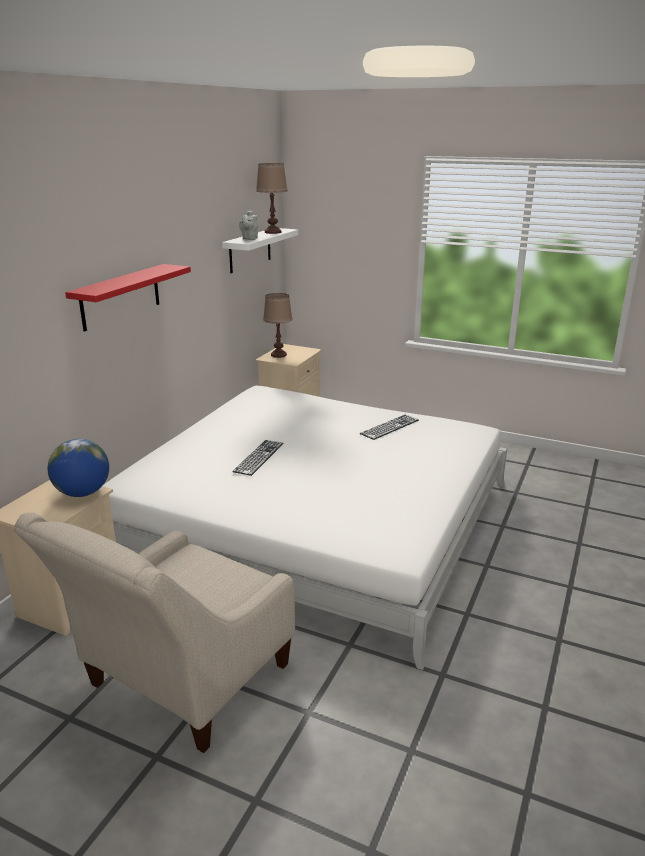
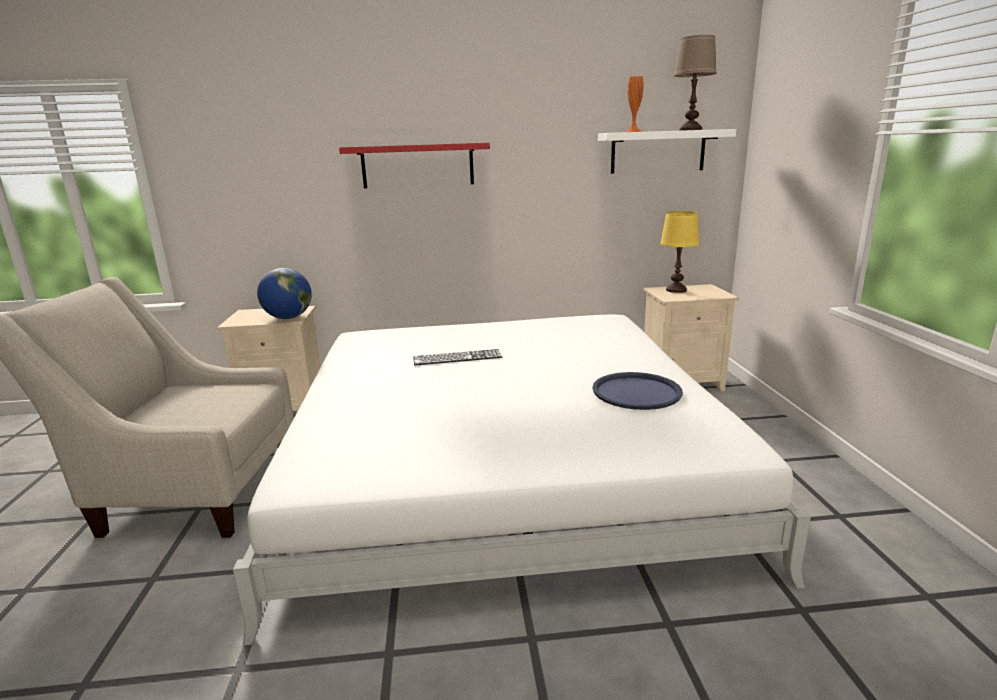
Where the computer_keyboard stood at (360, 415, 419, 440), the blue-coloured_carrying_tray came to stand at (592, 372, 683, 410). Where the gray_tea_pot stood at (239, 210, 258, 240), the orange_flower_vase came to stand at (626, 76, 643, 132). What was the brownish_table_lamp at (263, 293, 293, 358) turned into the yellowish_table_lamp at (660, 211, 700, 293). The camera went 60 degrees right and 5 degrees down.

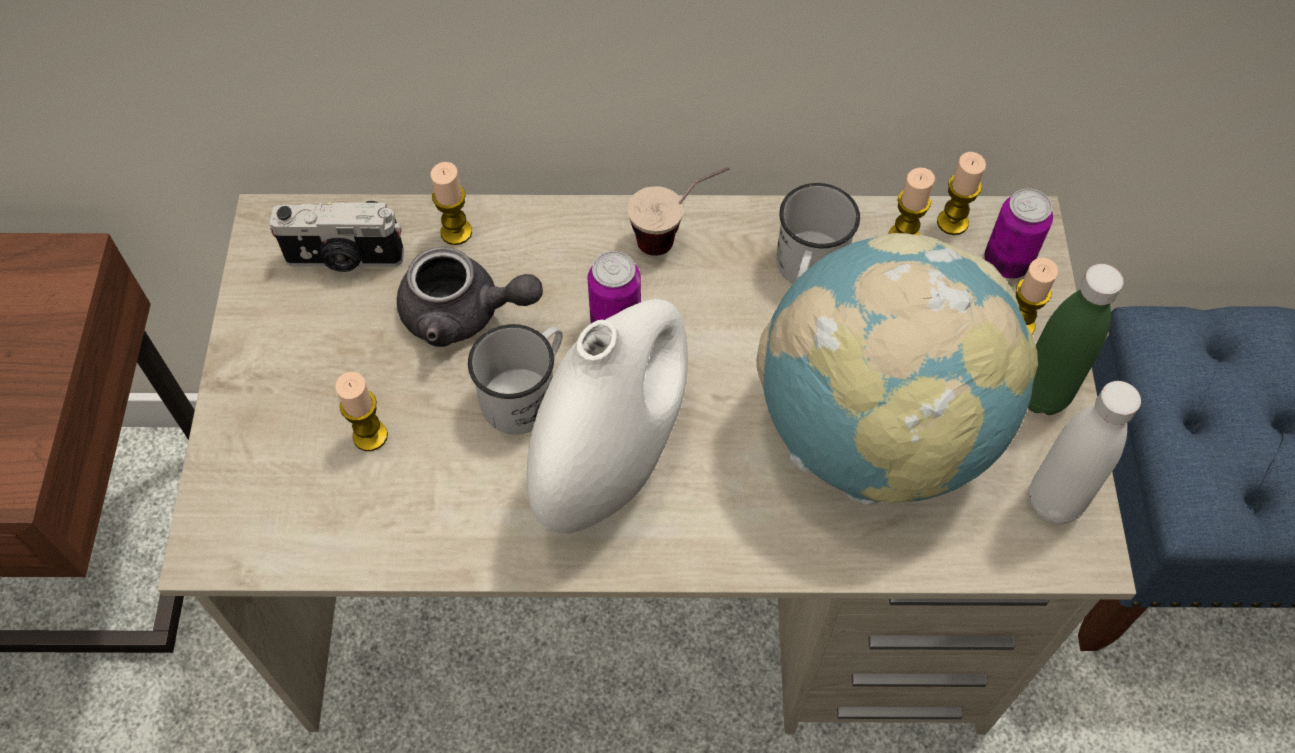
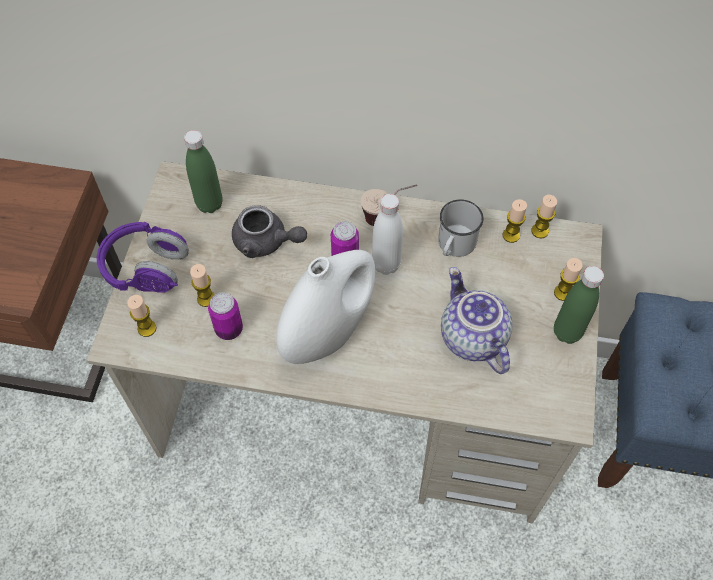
The second view gained the purplish_headphones at (97, 222, 189, 293). The candle ended up elsewhere, having gone from (430, 162, 472, 245) to (127, 295, 157, 337). Where the still_camera stood at (270, 200, 404, 272), the greenish_bottle came to stand at (184, 130, 223, 213). The sealed_can ended up elsewhere, having gone from (985, 189, 1053, 279) to (208, 292, 243, 340). The whitish_bottle ended up elsewhere, having gone from (1028, 381, 1141, 525) to (372, 194, 403, 275). Where the desk_globe stood at (756, 233, 1038, 505), the tea_pot came to stand at (441, 267, 513, 374). The second view lost the whitish_tea_mug at (468, 324, 563, 434). The camera went 10 degrees right and 0 degrees up.

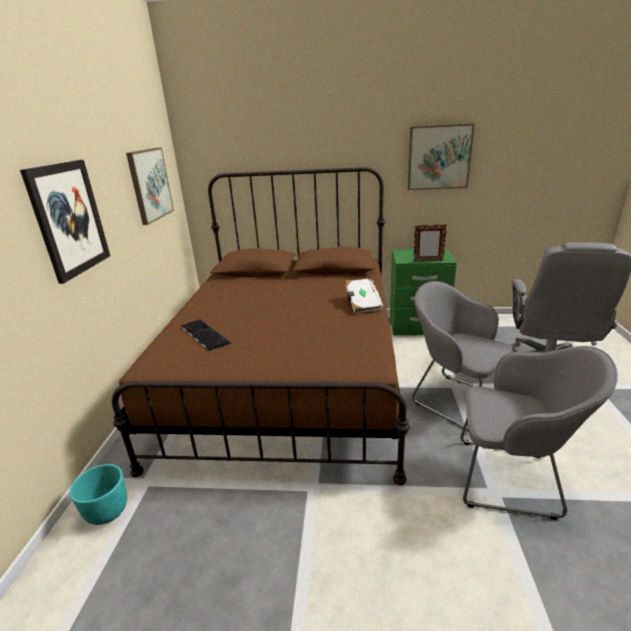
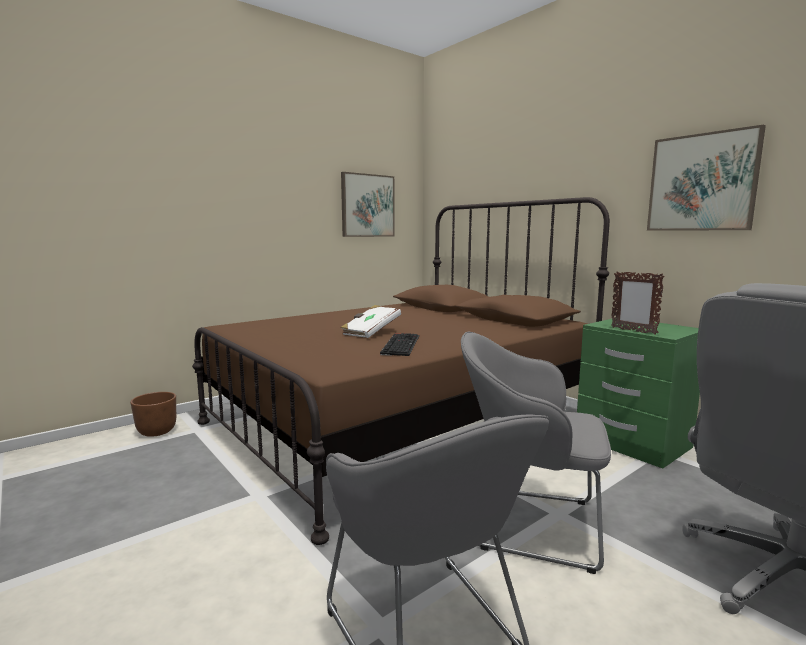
What was the turquoise-coloured_flower_pot at (69, 464, 127, 525) turned into the brownish_flower_pot at (130, 392, 176, 437). The whitish_bound_book ended up elsewhere, having gone from (345, 278, 384, 314) to (341, 305, 401, 338). The computer_keyboard ended up elsewhere, having gone from (181, 319, 231, 352) to (380, 333, 419, 356). The gray_easy_chair at (412, 281, 512, 431) ended up facing another way, 75 degrees counterclockwise from before. The second view lost the picture at (20, 160, 110, 284). The camera went 45 degrees right and 15 degrees down.

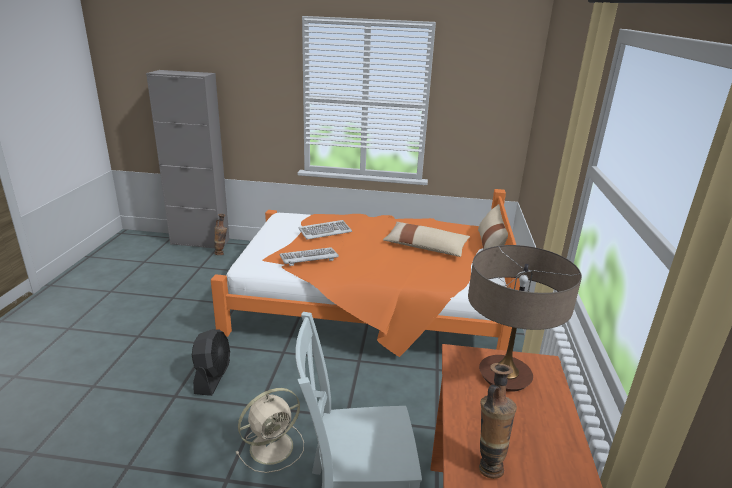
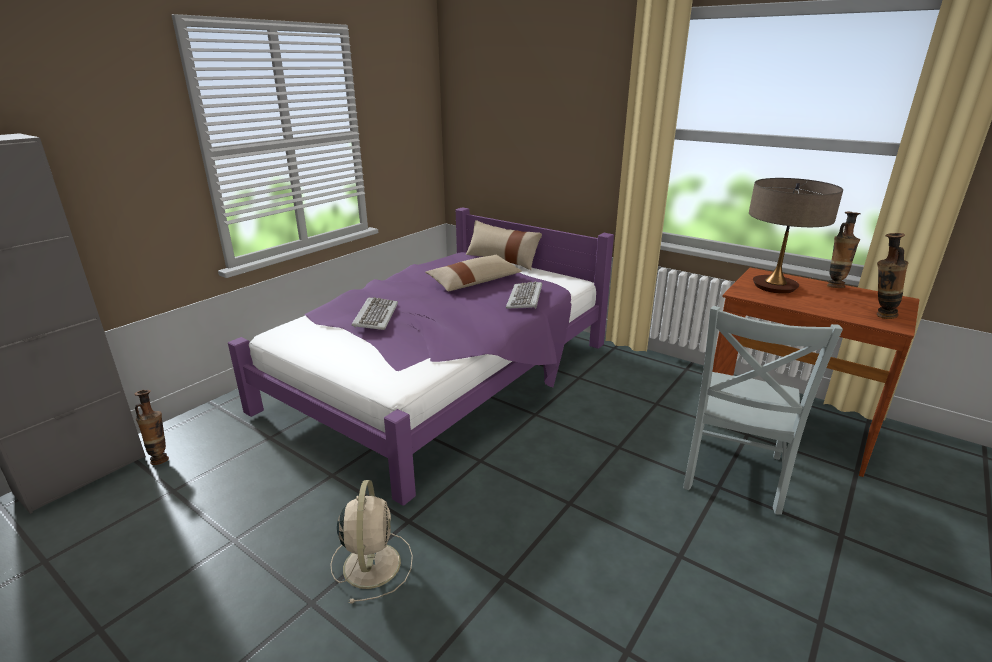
What was the orange_bedroom_bed at (211, 189, 520, 357) turned into the purplish_bedroom_bed at (228, 207, 614, 506). The beige_electric_fan ended up elsewhere, having gone from (235, 388, 304, 473) to (330, 480, 413, 604). The computer_keyboard ended up elsewhere, having gone from (280, 247, 339, 266) to (506, 281, 542, 309). The second view gained the flower_vase at (827, 212, 861, 288). The second view lost the black_electric_fan at (192, 329, 230, 396). The camera went 60 degrees left and 0 degrees up.

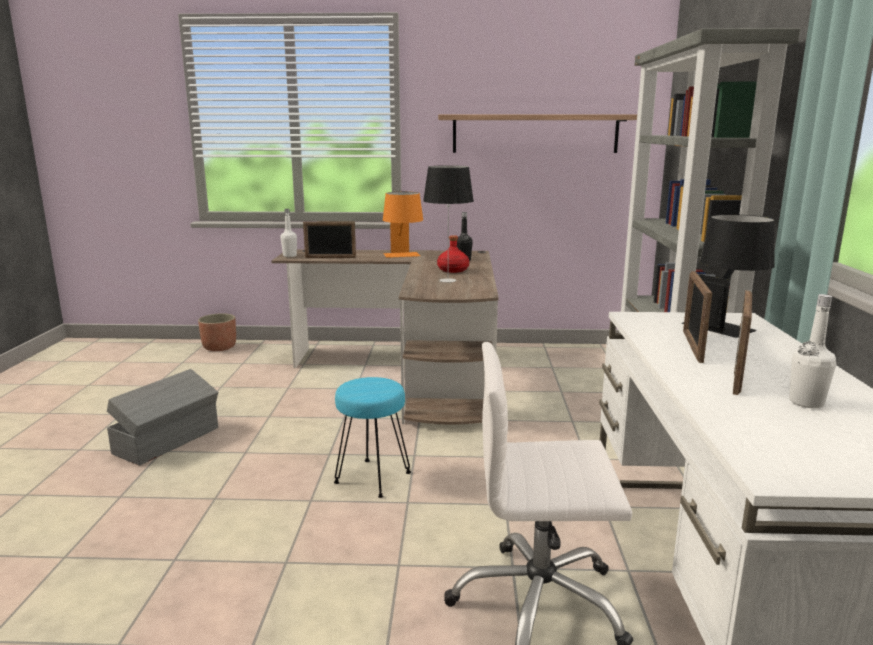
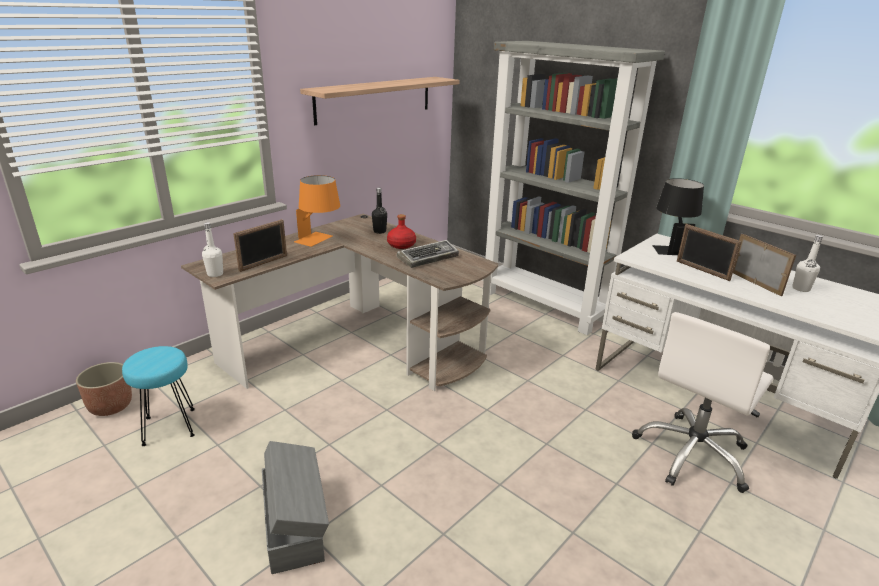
The turquoise-coloured_sitting_stool ended up elsewhere, having gone from (334, 377, 411, 498) to (122, 346, 195, 446). Where the table_lamp stood at (423, 165, 474, 282), the computer_keyboard came to stand at (397, 240, 459, 268). The camera went 50 degrees left and 10 degrees up.

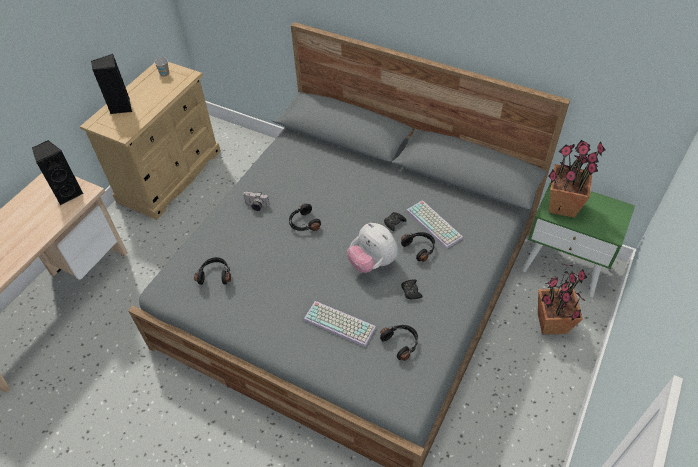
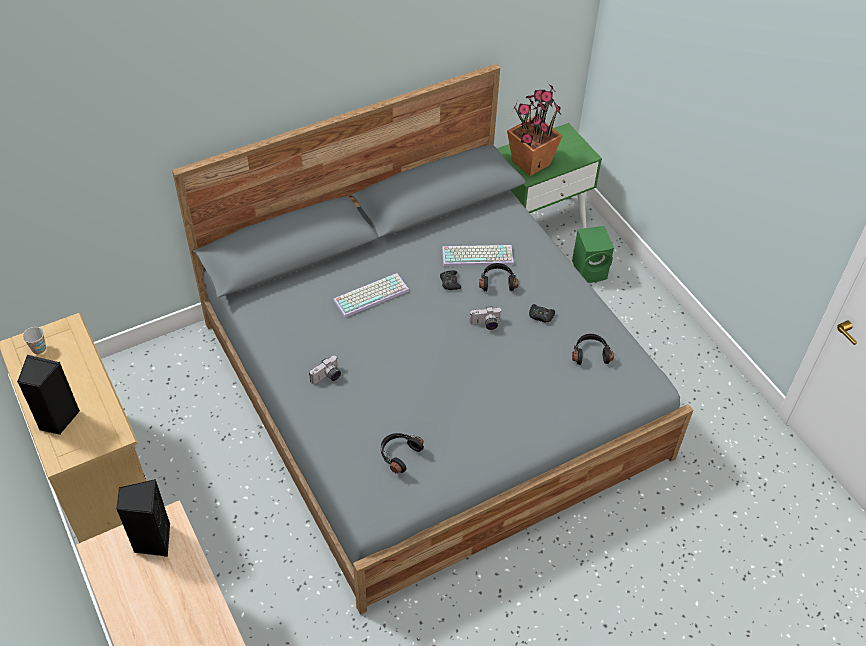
The computer_keyboard ended up elsewhere, having gone from (304, 301, 376, 347) to (333, 273, 409, 318). Where the plush_toy stood at (347, 223, 398, 273), the still_camera came to stand at (470, 306, 502, 330). Where the plant_in_a_pot stood at (538, 263, 587, 334), the greenish_loudspeaker came to stand at (572, 226, 614, 283). The second view lost the black_headphones at (289, 203, 321, 231). The camera went 60 degrees left and 0 degrees up.

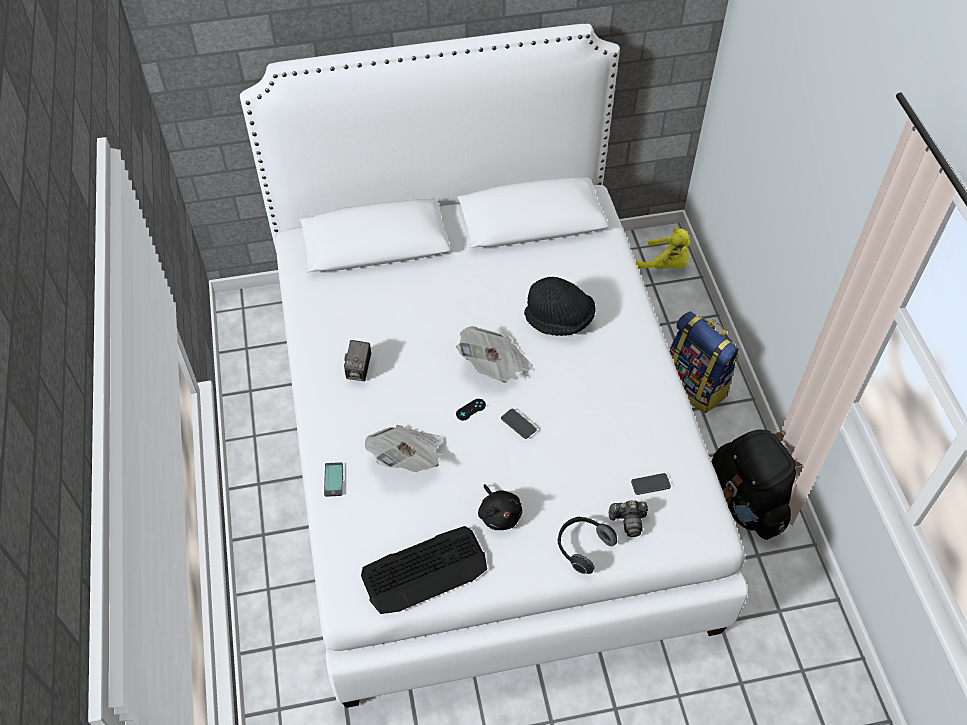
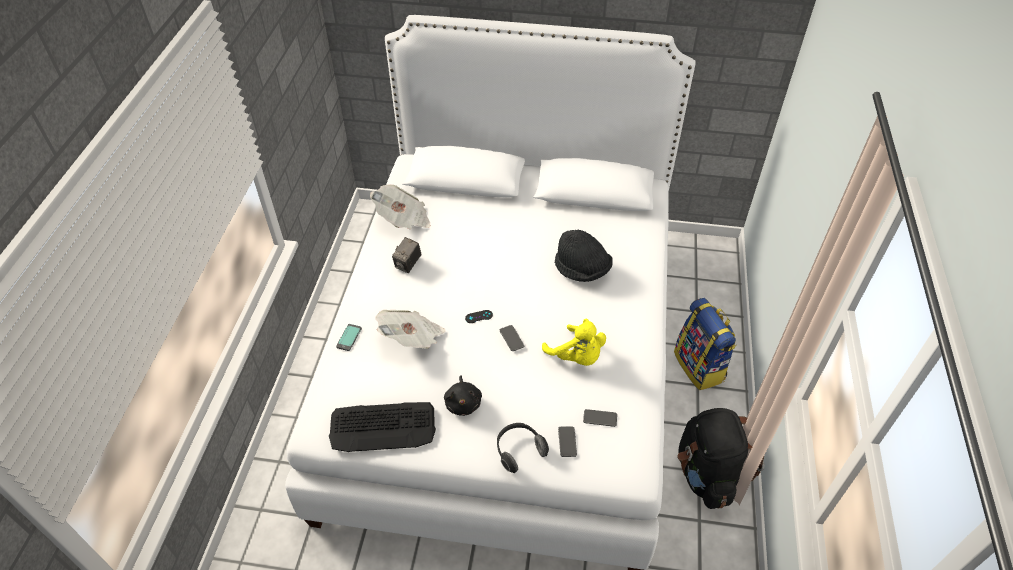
The newspaper ended up elsewhere, having gone from (456, 326, 533, 383) to (370, 185, 431, 229). The yellowish_plush_toy ended up elsewhere, having gone from (636, 227, 691, 269) to (542, 319, 606, 366). Where the still_camera stood at (609, 500, 648, 537), the handset came to stand at (558, 426, 577, 457). The camera went 20 degrees right and 5 degrees down.

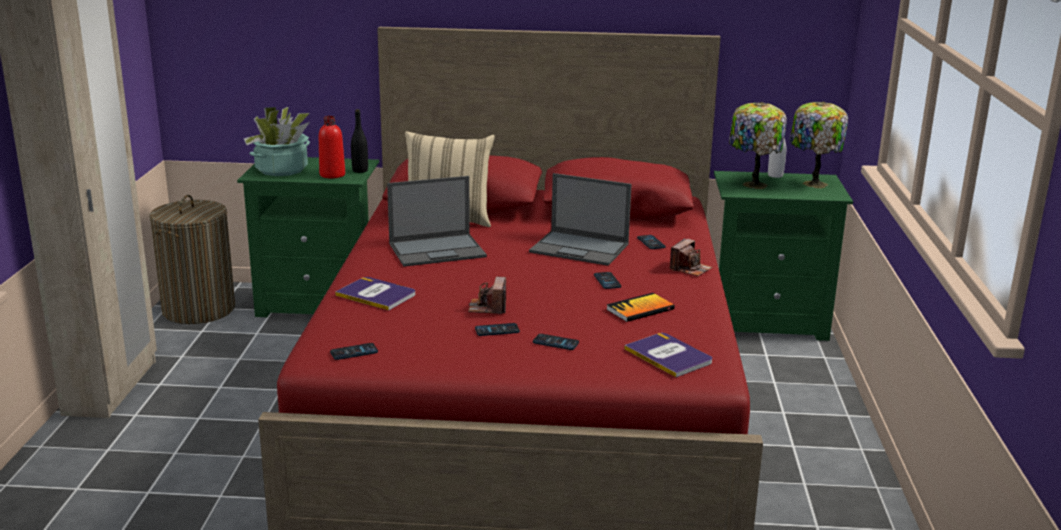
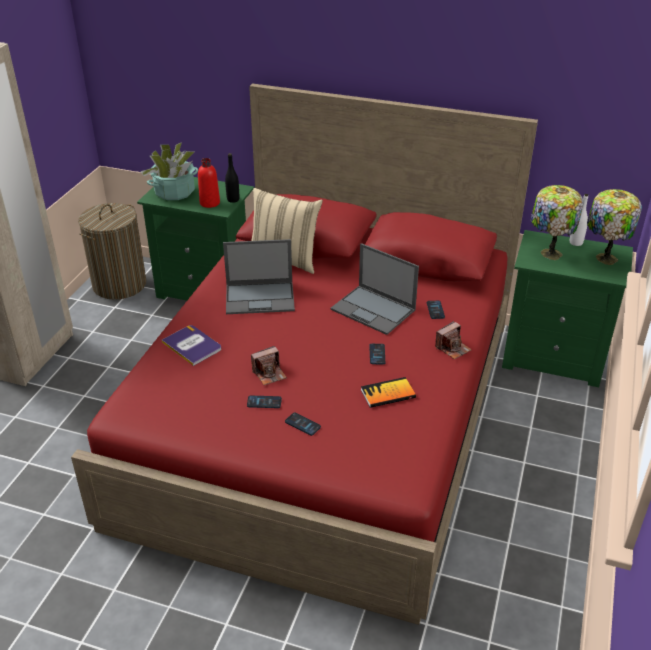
The still_camera at (468, 277, 506, 314) ended up facing another way, 135 degrees counterclockwise from before. The second view lost the handset at (330, 343, 378, 360). The second view lost the bound_book at (624, 333, 712, 377). The camera went 15 degrees right and 15 degrees up.

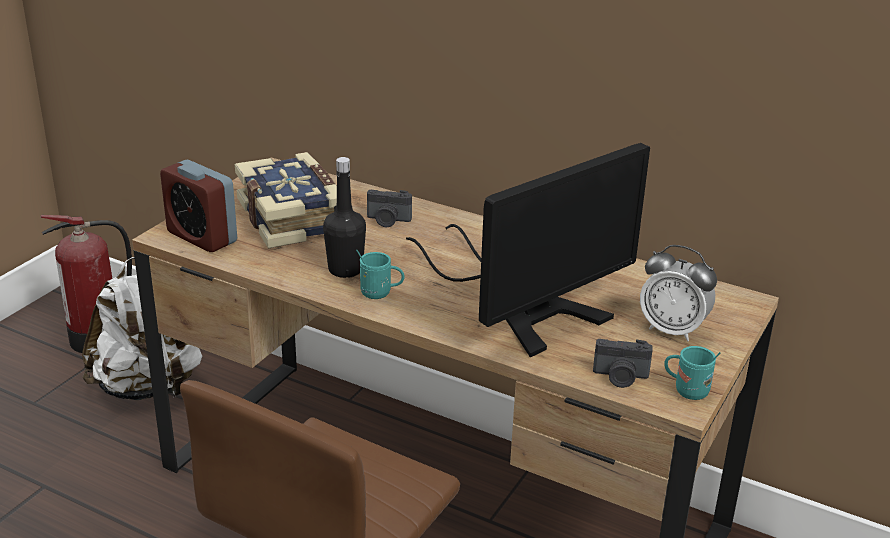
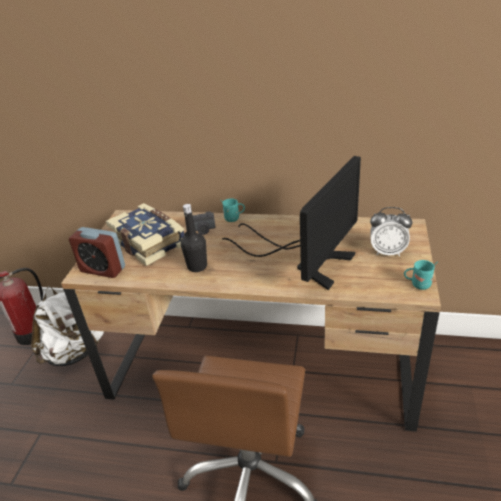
The turquoise-coloured_tea_mug ended up elsewhere, having gone from (356, 250, 405, 299) to (221, 198, 245, 222). The second view lost the still_camera at (593, 339, 653, 388). The camera went 15 degrees left and 5 degrees up.

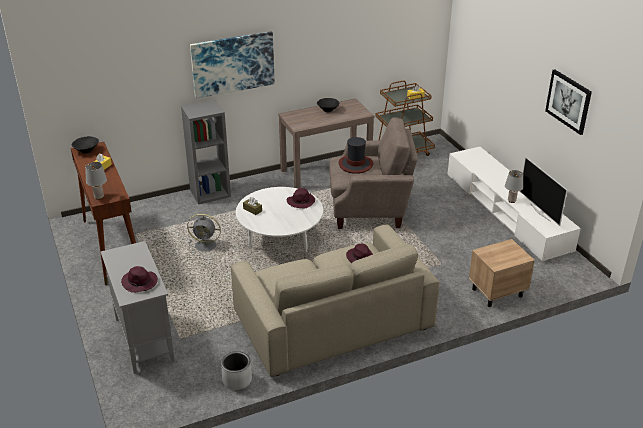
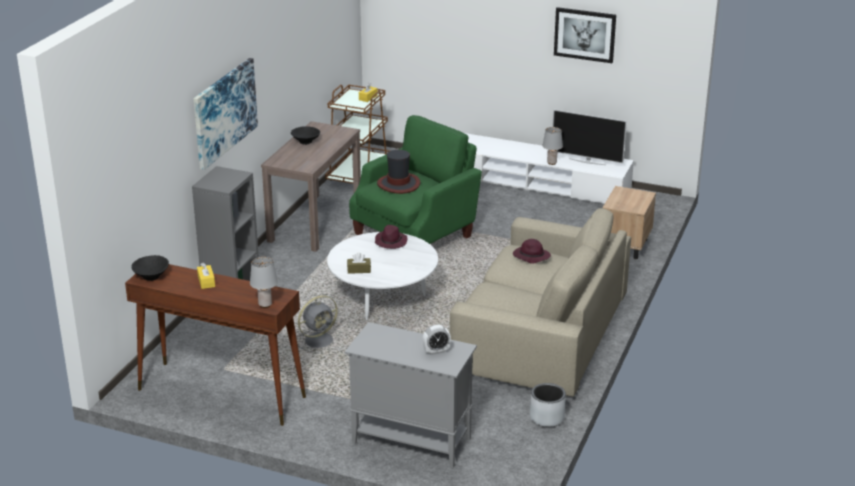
What was the beige_easy_chair at (329, 117, 418, 229) turned into the greenish_easy_chair at (349, 115, 482, 244). Where the purplish_hat stood at (121, 266, 158, 293), the alarm_clock came to stand at (423, 324, 451, 355). The camera went 45 degrees left and 5 degrees down.

